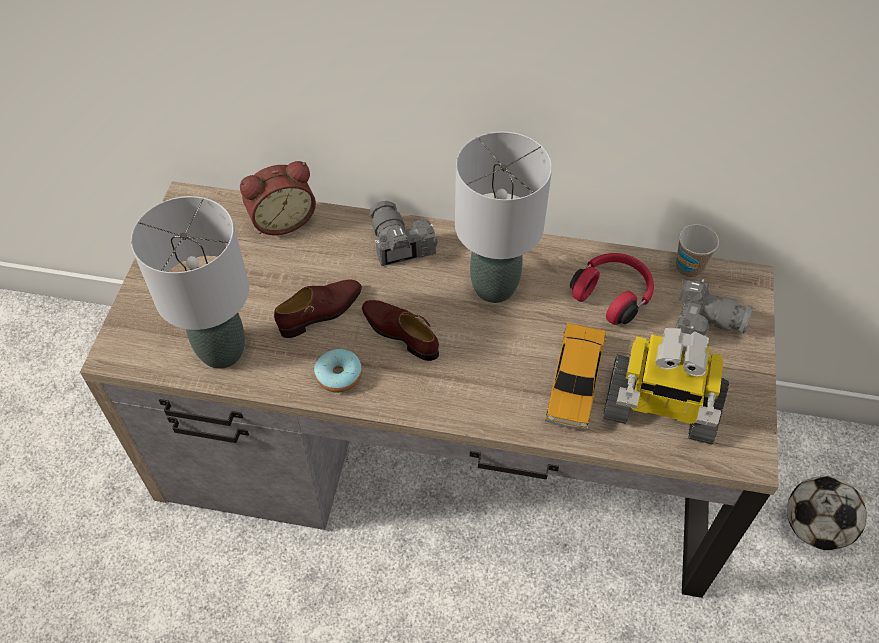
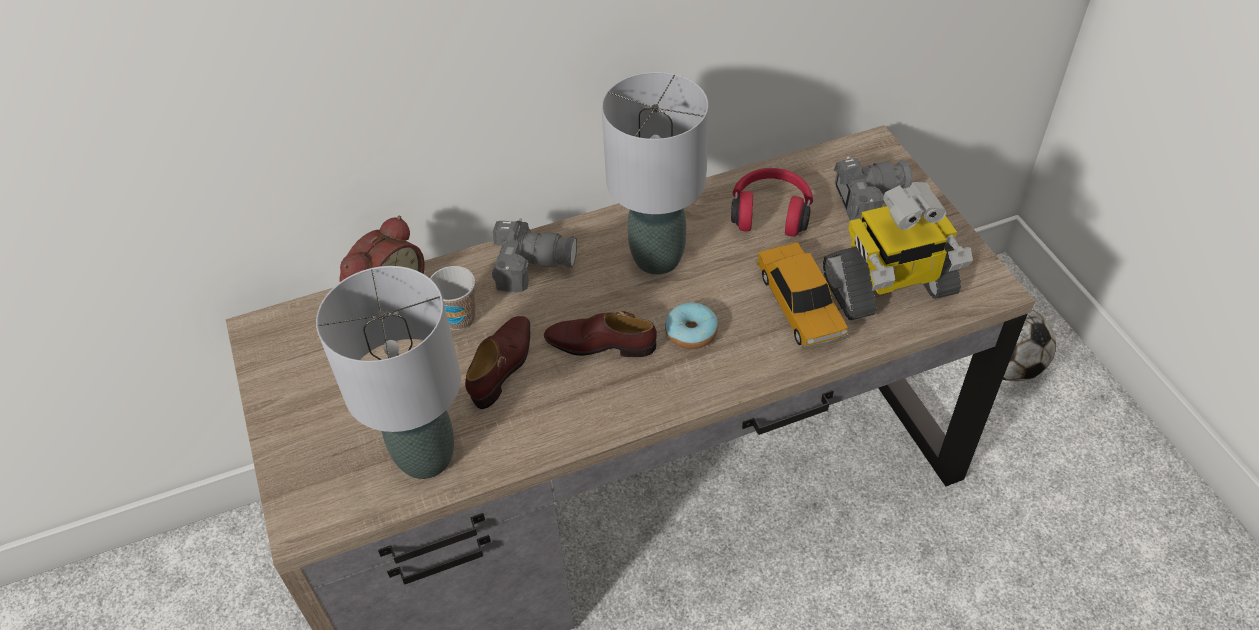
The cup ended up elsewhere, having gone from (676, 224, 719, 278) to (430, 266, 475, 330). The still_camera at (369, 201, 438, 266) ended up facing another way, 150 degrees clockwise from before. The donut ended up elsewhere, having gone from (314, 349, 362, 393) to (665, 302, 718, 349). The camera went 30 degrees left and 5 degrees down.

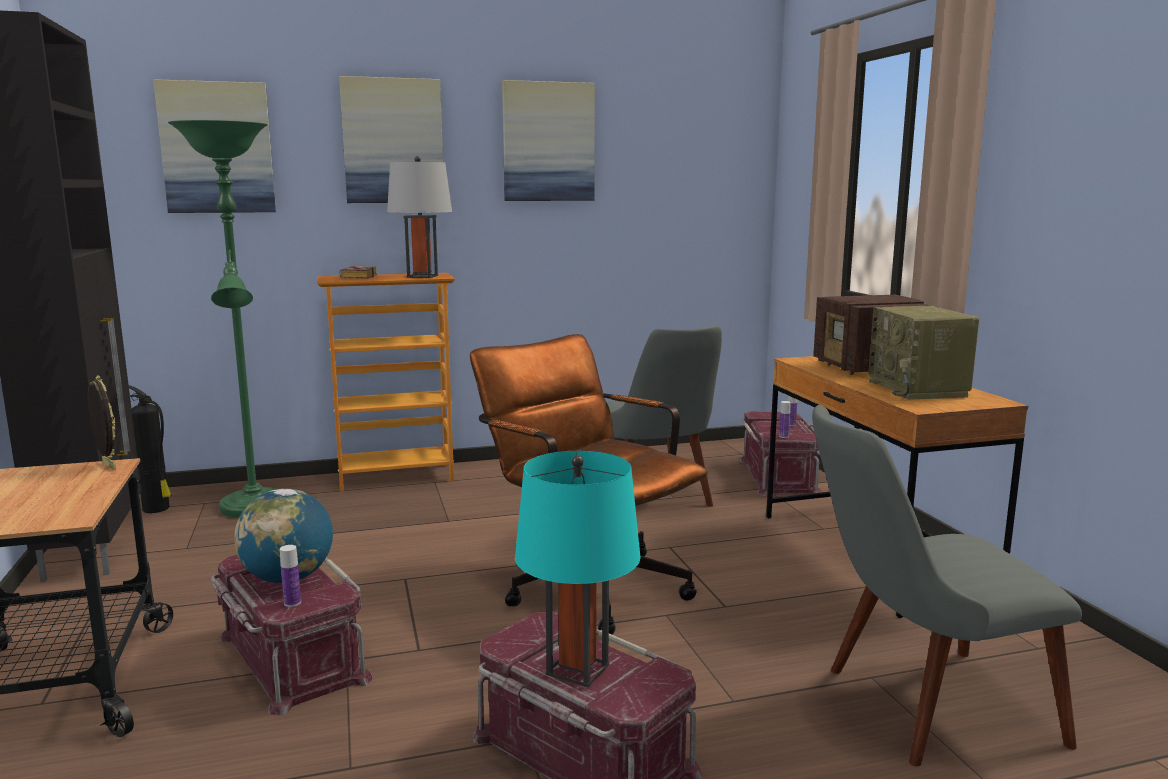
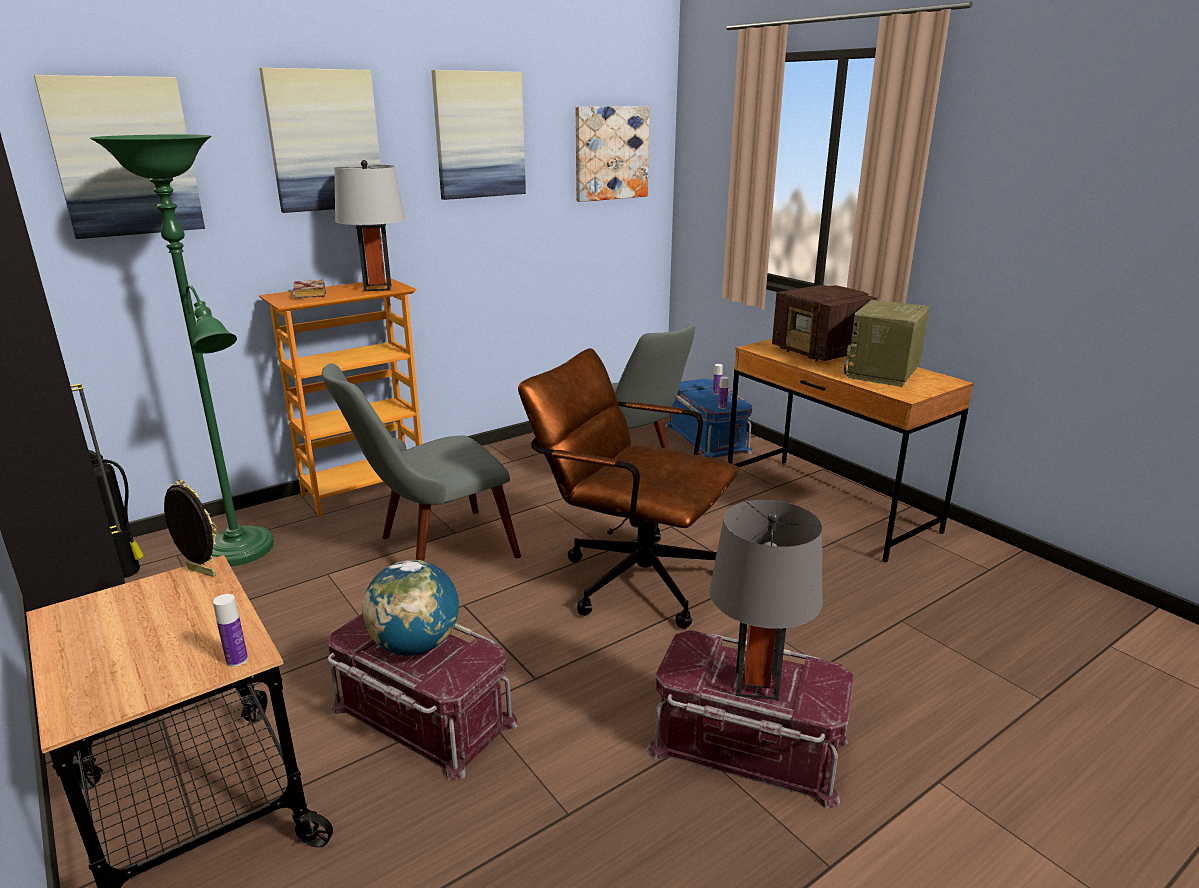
The bottle ended up elsewhere, having gone from (280, 545, 301, 607) to (213, 594, 248, 667). The gray_chair ended up elsewhere, having gone from (812, 405, 1082, 766) to (322, 363, 521, 561). The second view gained the picture at (575, 106, 650, 202). What was the red_storage_container at (739, 411, 821, 496) turned into the blue-coloured_storage_container at (665, 379, 754, 458). What was the turquoise-coloured_table_lamp at (515, 451, 641, 687) turned into the gray_table_lamp at (709, 500, 822, 700). The radio at (868, 306, 979, 400) ended up facing another way, 60 degrees clockwise from before. The camera went 20 degrees left and 10 degrees up.

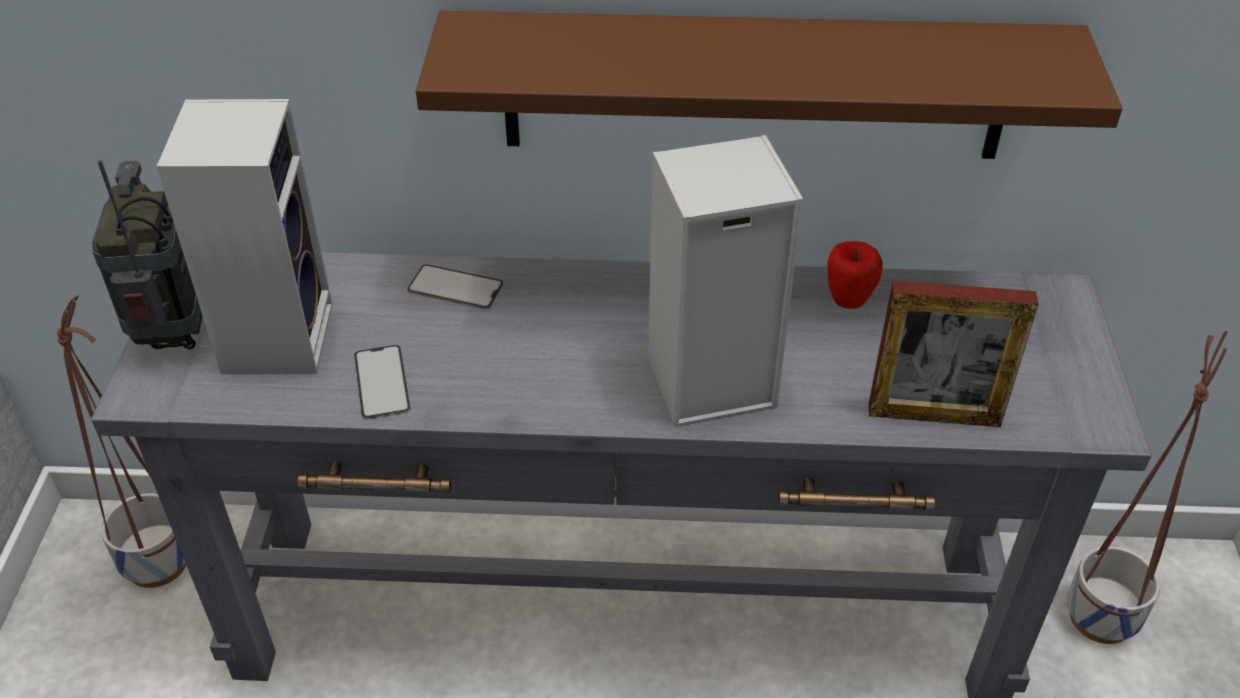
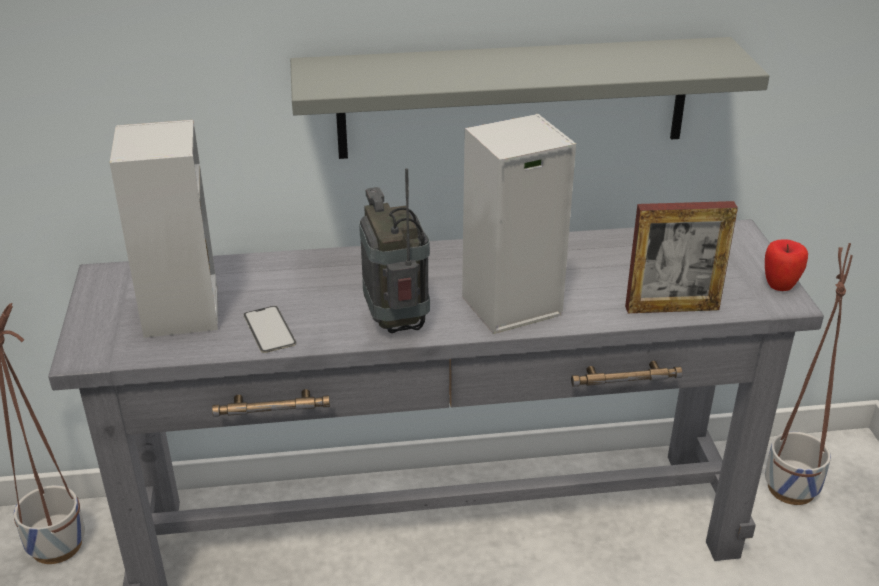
What was the brownish_shelf at (416, 10, 1122, 159) turned into the gray_shelf at (290, 37, 769, 159). The radio ended up elsewhere, having gone from (91, 160, 203, 349) to (359, 168, 430, 333). The apple ended up elsewhere, having gone from (827, 241, 883, 309) to (765, 239, 808, 291). The second view lost the handset at (407, 264, 504, 310). The camera went 10 degrees left and 10 degrees down.

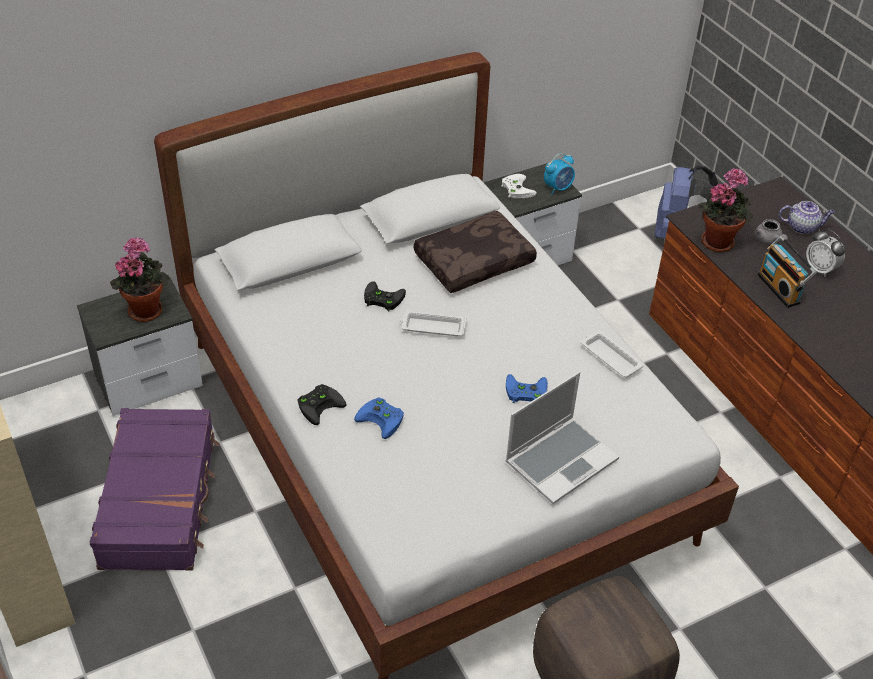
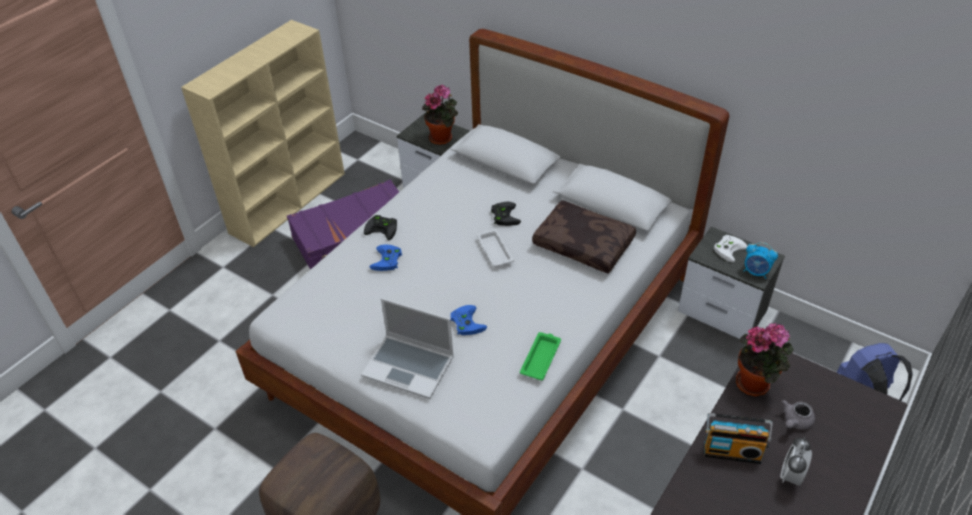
What was the whitish_carrying_tray at (581, 331, 644, 378) turned into the greenish_carrying_tray at (520, 332, 561, 380). The radio at (757, 236, 817, 308) ended up facing another way, 120 degrees counterclockwise from before. The second view lost the tea_pot at (779, 201, 835, 234). The camera went 65 degrees right and 0 degrees up.

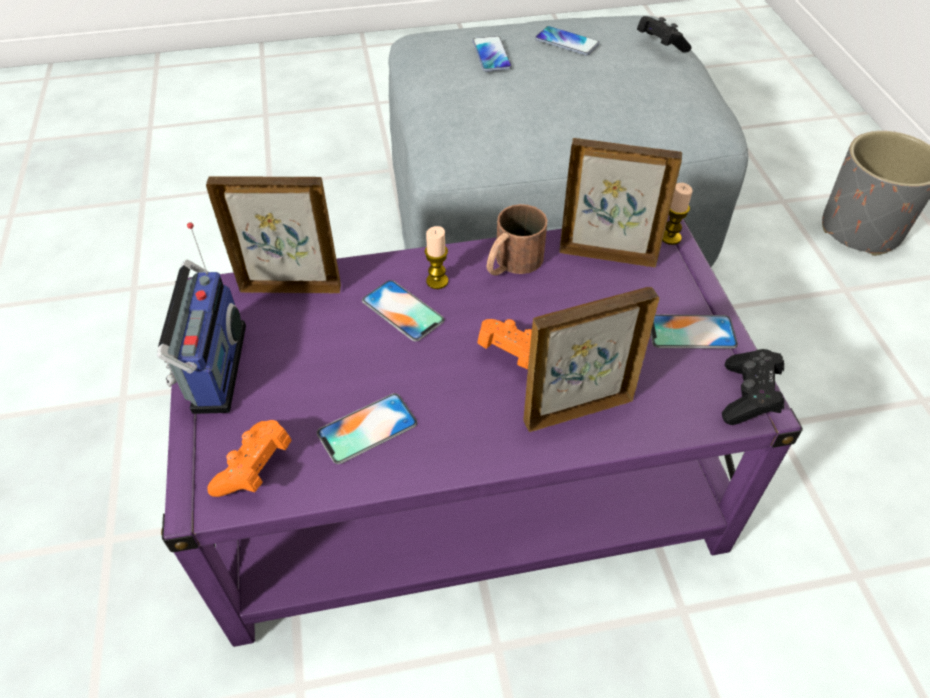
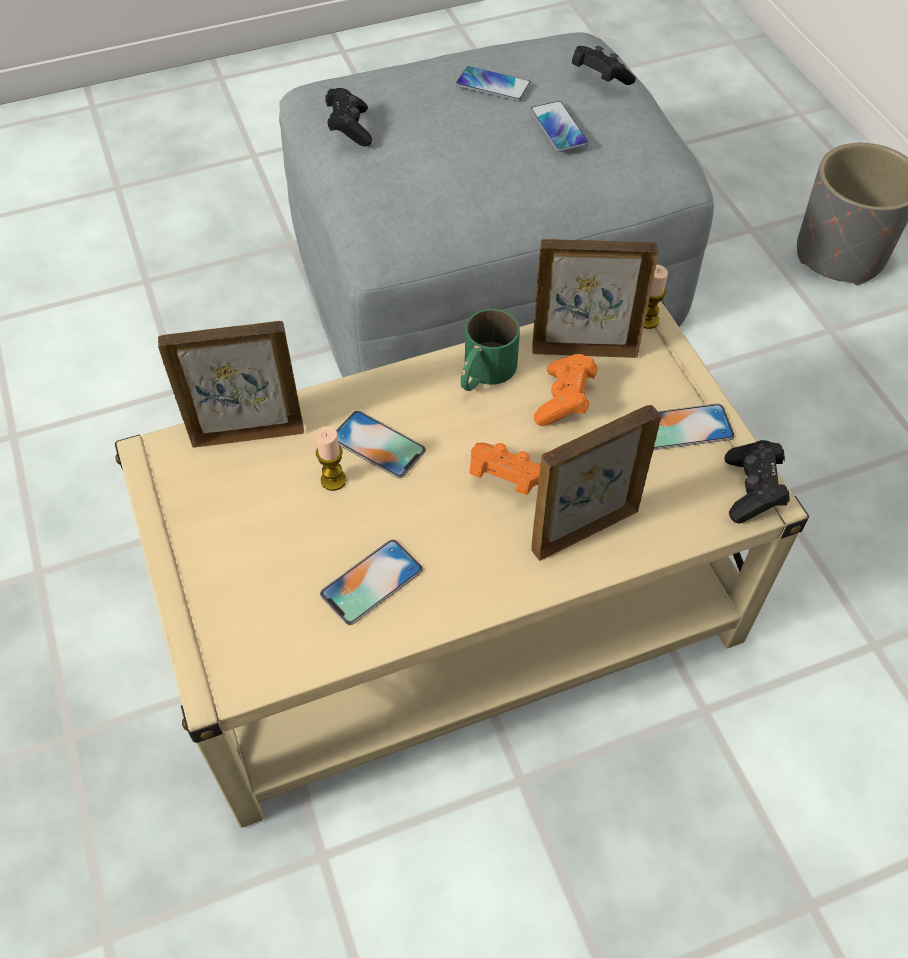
What was the purplish_lounge_table at (161, 215, 803, 647) turned into the beige_lounge_table at (115, 301, 809, 828). The candle ended up elsewhere, having gone from (425, 226, 448, 289) to (316, 426, 346, 491). The second view gained the black_joypad at (325, 88, 372, 147). What was the brownish_tea_mug at (487, 204, 547, 276) turned into the greenish_tea_mug at (461, 309, 520, 391). The handset ended up elsewhere, having gone from (472, 36, 512, 72) to (530, 101, 589, 152). The orange_joypad ended up elsewhere, having gone from (207, 420, 292, 497) to (534, 354, 597, 426). The second view lost the radio at (157, 222, 246, 414). The camera went 10 degrees left and 5 degrees up.

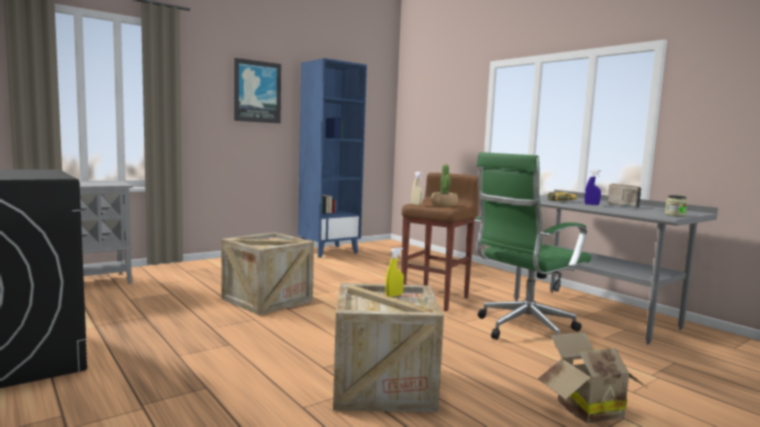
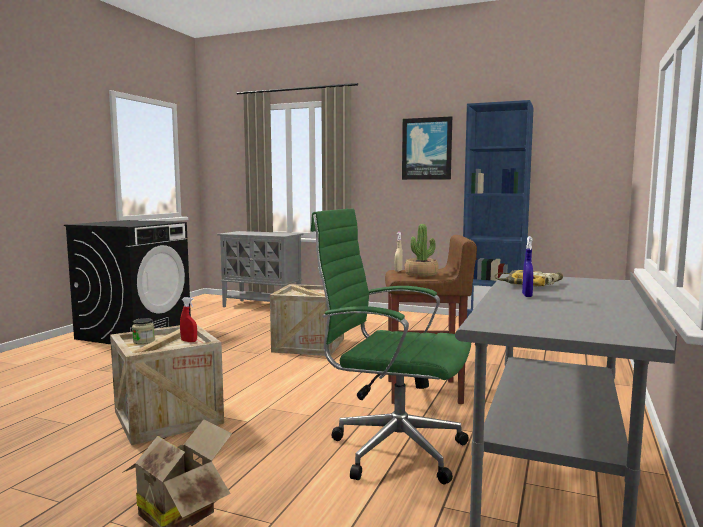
The preserve_jar ended up elsewhere, having gone from (665, 195, 687, 216) to (132, 318, 155, 344). What was the yellowish_spray_bottle at (385, 248, 404, 297) turned into the red_spray_bottle at (180, 297, 197, 342). The second view lost the radio at (608, 184, 641, 207). The camera went 60 degrees right and 0 degrees up.

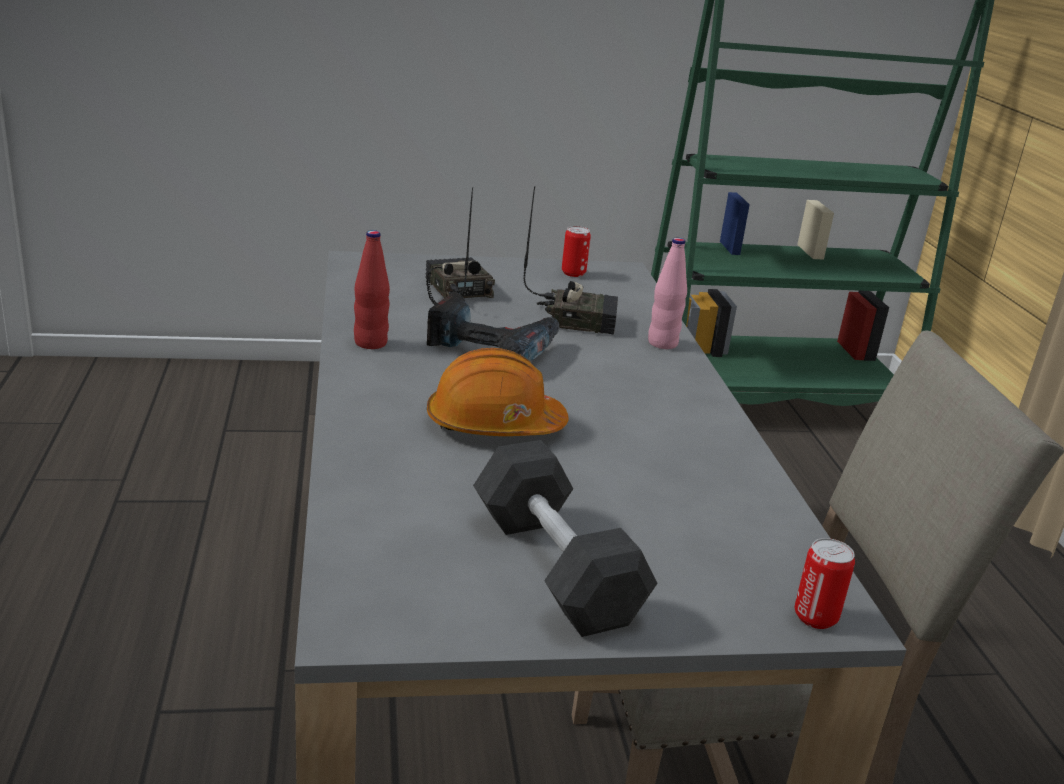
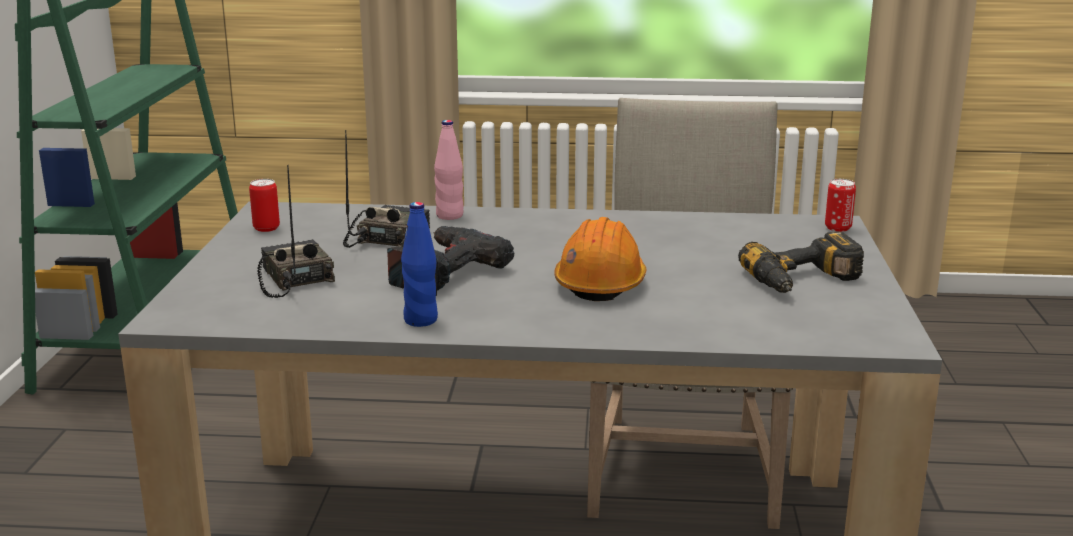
The radio at (425, 187, 495, 305) ended up facing another way, 75 degrees clockwise from before. What was the red_bottle at (354, 230, 390, 349) turned into the blue-coloured_bottle at (401, 202, 438, 327). Where the black_dumbbell stood at (473, 440, 658, 637), the power_drill came to stand at (738, 232, 864, 293). The camera went 75 degrees left and 5 degrees down.

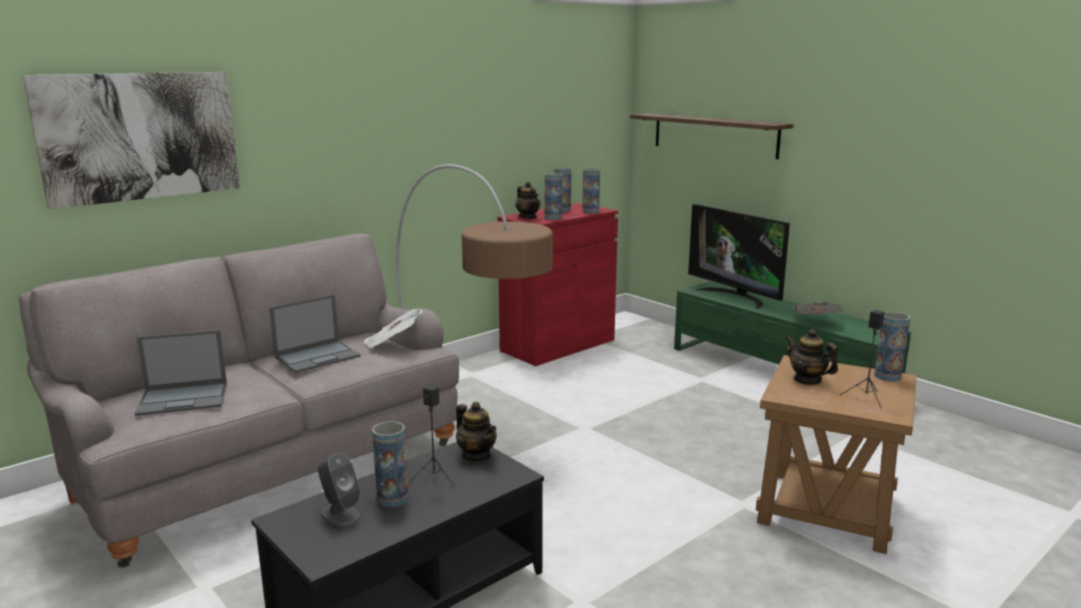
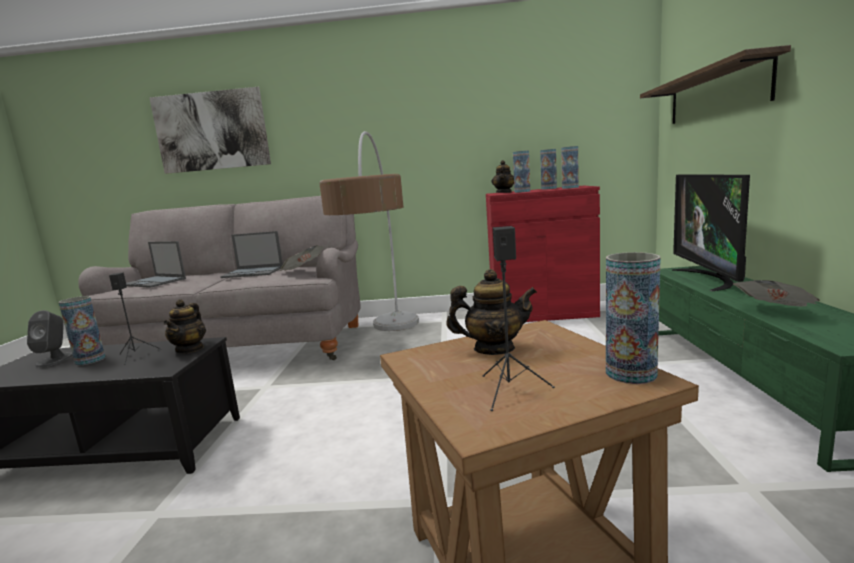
The tea_pot at (785, 329, 838, 385) ended up facing another way, 90 degrees clockwise from before. The camera went 45 degrees right and 5 degrees down.

